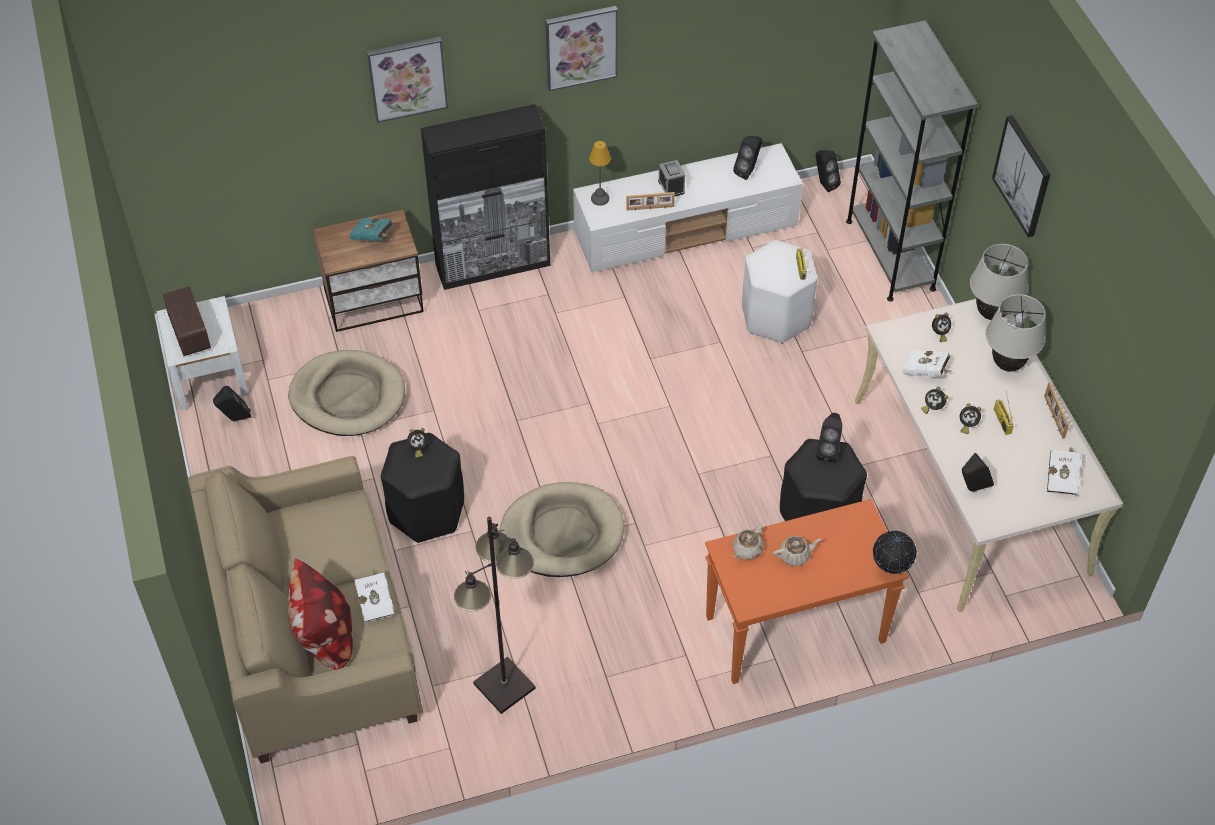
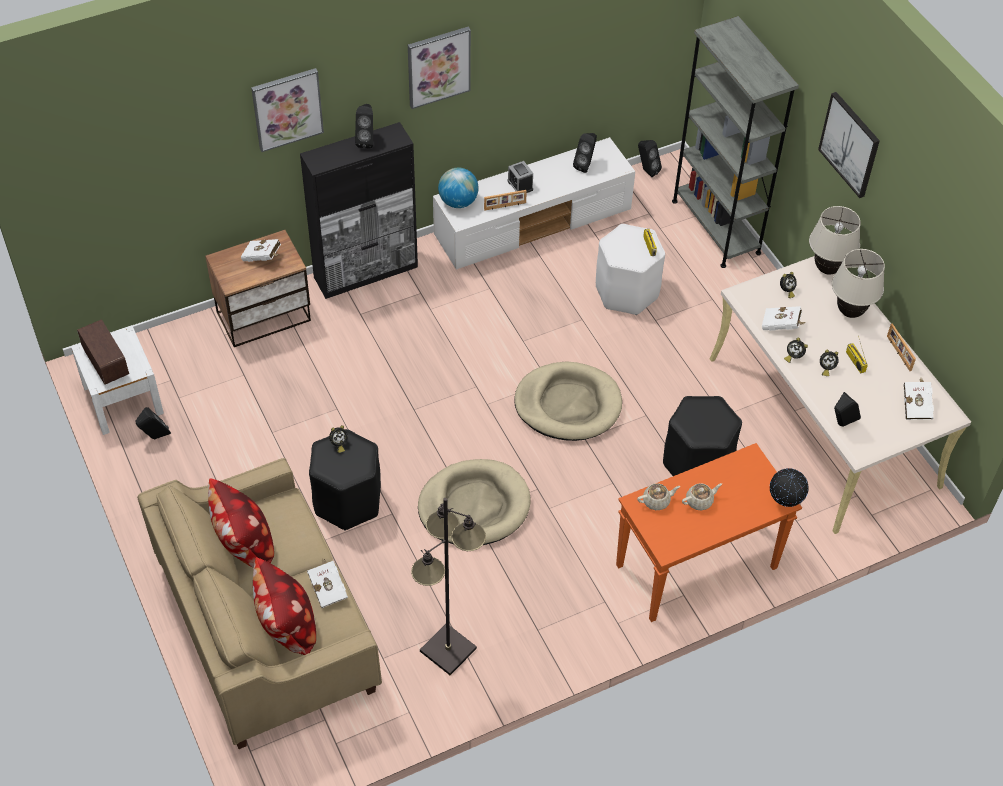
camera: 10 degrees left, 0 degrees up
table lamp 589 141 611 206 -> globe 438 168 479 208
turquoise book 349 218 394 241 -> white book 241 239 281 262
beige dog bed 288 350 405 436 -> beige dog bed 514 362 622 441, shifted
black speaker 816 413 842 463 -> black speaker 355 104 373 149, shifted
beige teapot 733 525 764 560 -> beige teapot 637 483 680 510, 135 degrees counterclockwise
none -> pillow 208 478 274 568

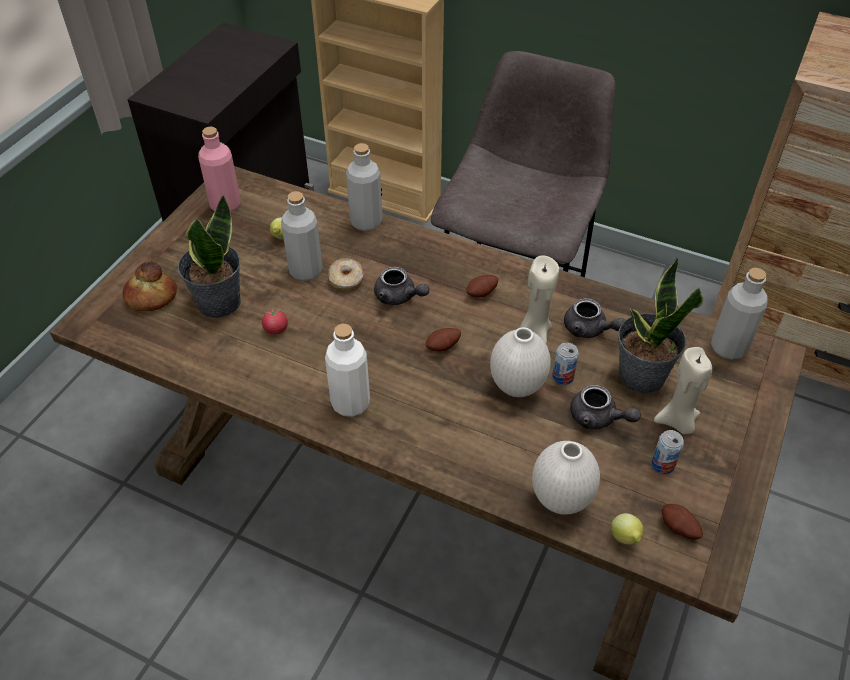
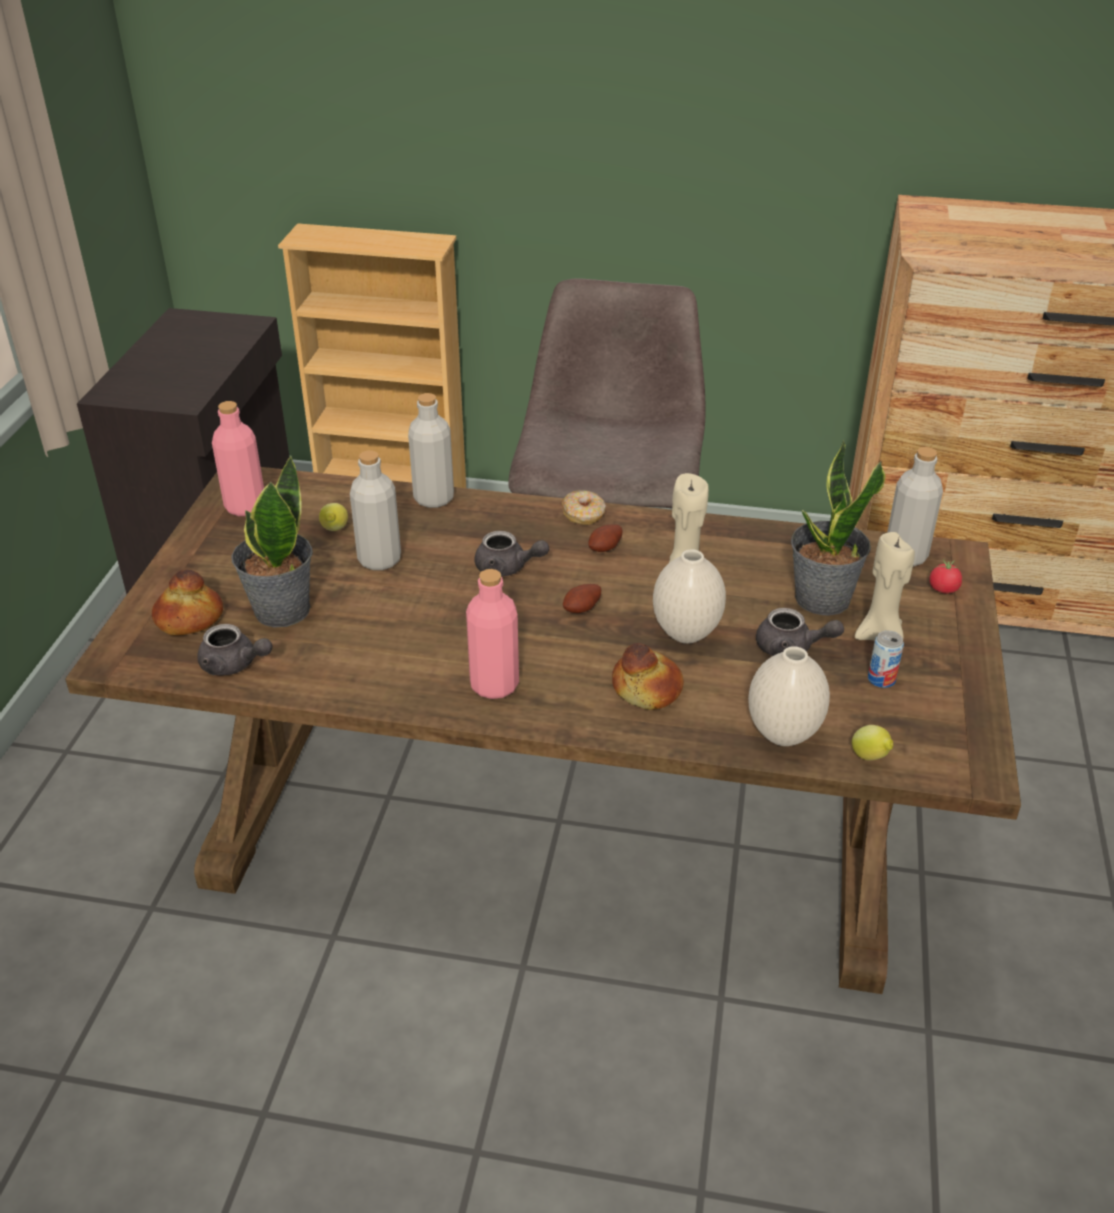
camera: 15 degrees left, 10 degrees down
donut 328 258 364 291 -> donut 562 490 606 525, shifted
grey teapot 564 298 625 338 -> grey teapot 197 624 273 675, shifted
tomato 262 308 288 334 -> tomato 929 559 962 594, shifted
white bottle 325 324 370 417 -> pink bottle 466 569 519 699
can 552 343 579 385 -> none
potato 662 504 703 540 -> none
none -> bread 612 643 684 710

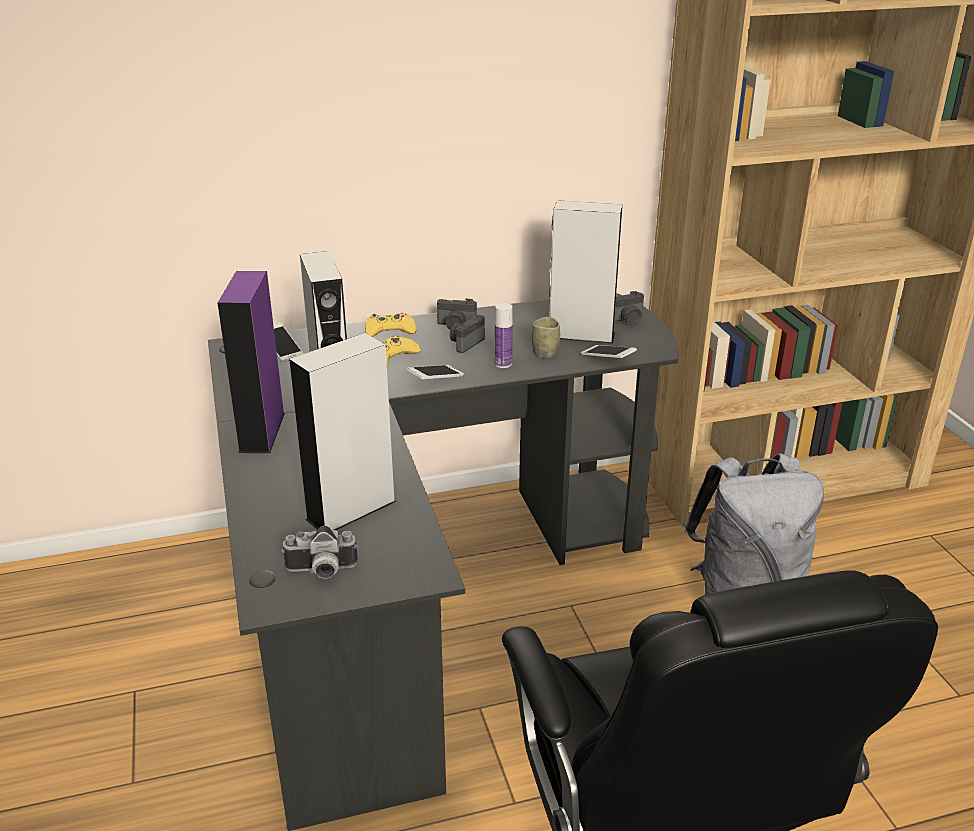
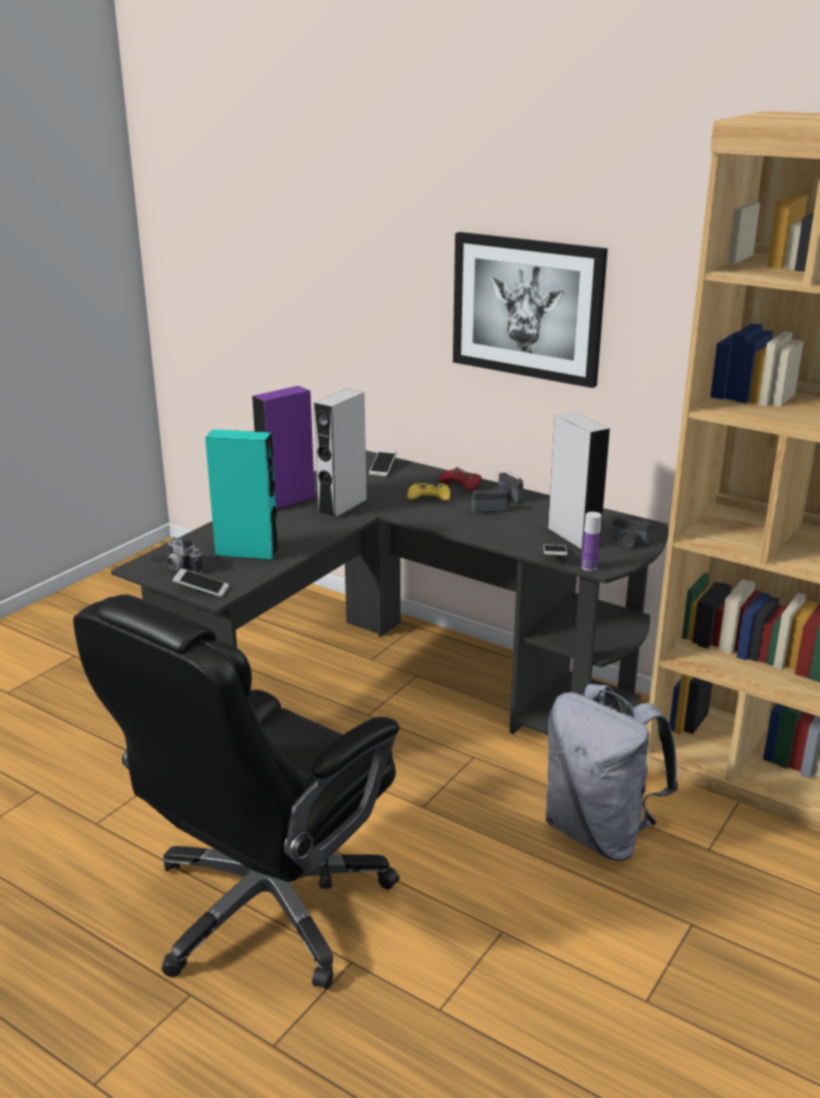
camera: 50 degrees right, 5 degrees down
bottle 495 303 513 368 -> bottle 581 512 601 571, shifted
yellow game controller 365 313 417 337 -> red game controller 438 467 482 491
cup 532 317 560 358 -> none
grey speaker 289 333 396 530 -> turquoise speaker 205 429 279 561
phone 407 365 464 379 -> phone 173 569 229 597, shifted
none -> picture 453 232 608 388

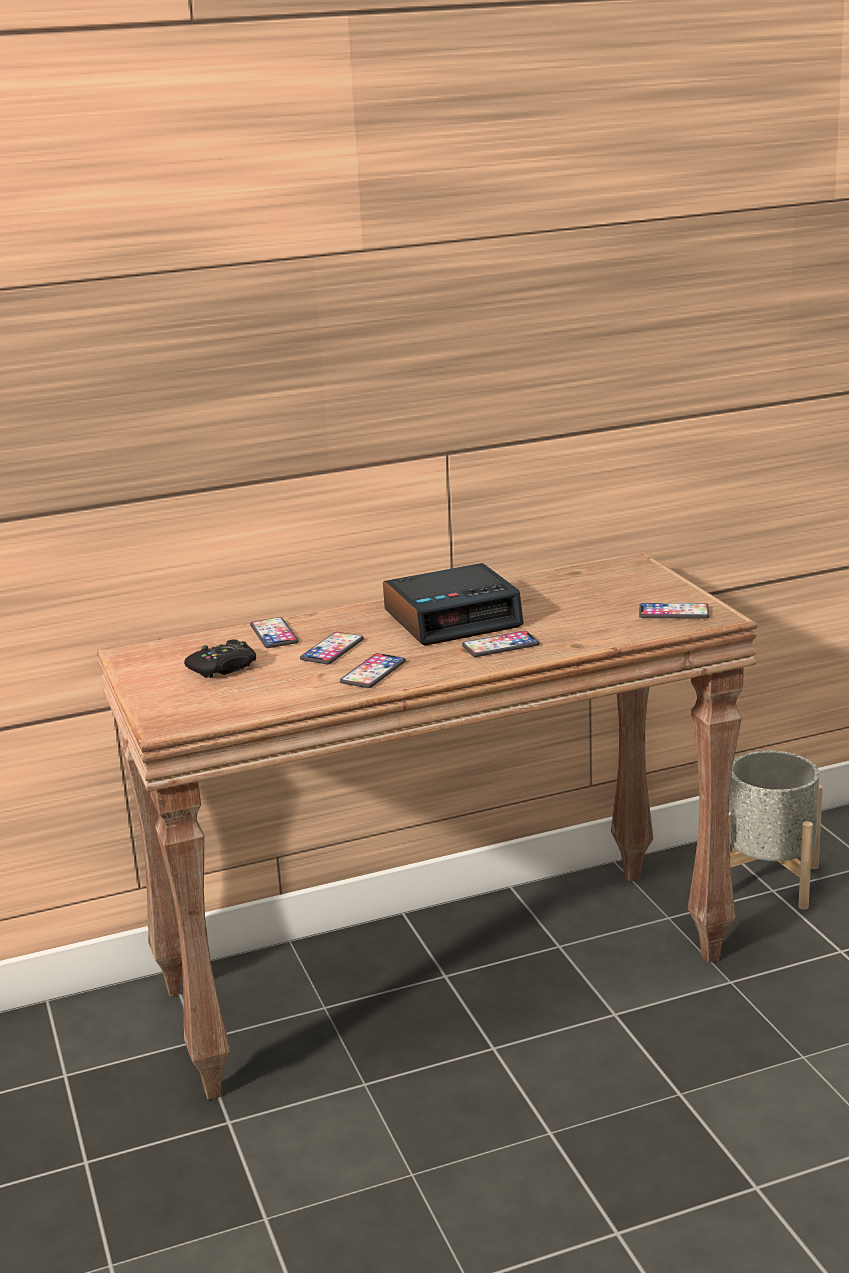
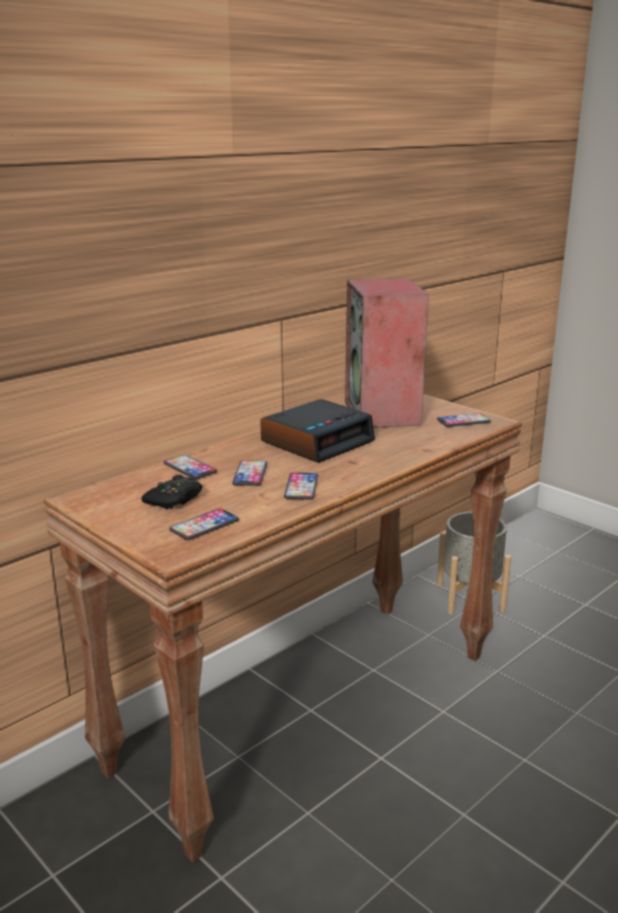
camera: 25 degrees left, 0 degrees up
phone 462 631 539 657 -> phone 169 508 239 540, shifted
none -> speaker 345 278 429 428

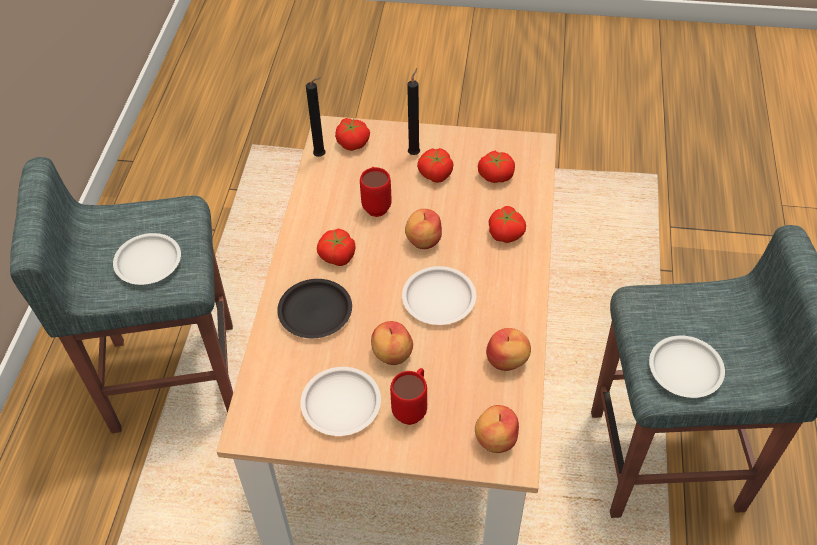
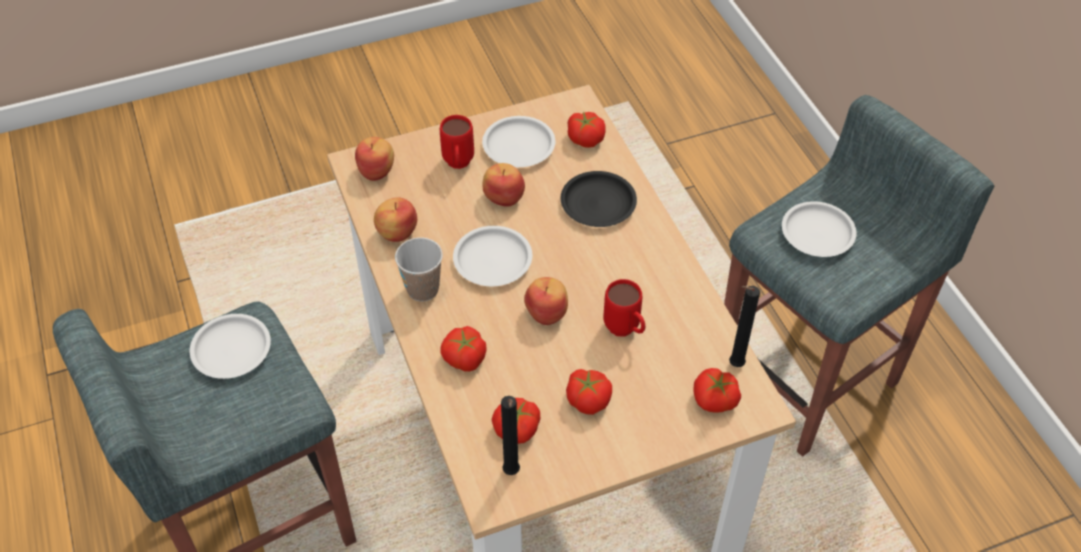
camera: 150 degrees right, 0 degrees up
black candle 407 68 420 155 -> black candle 501 396 520 475, shifted
tomato 317 229 355 266 -> tomato 567 111 606 148, shifted
none -> cup 395 237 443 302

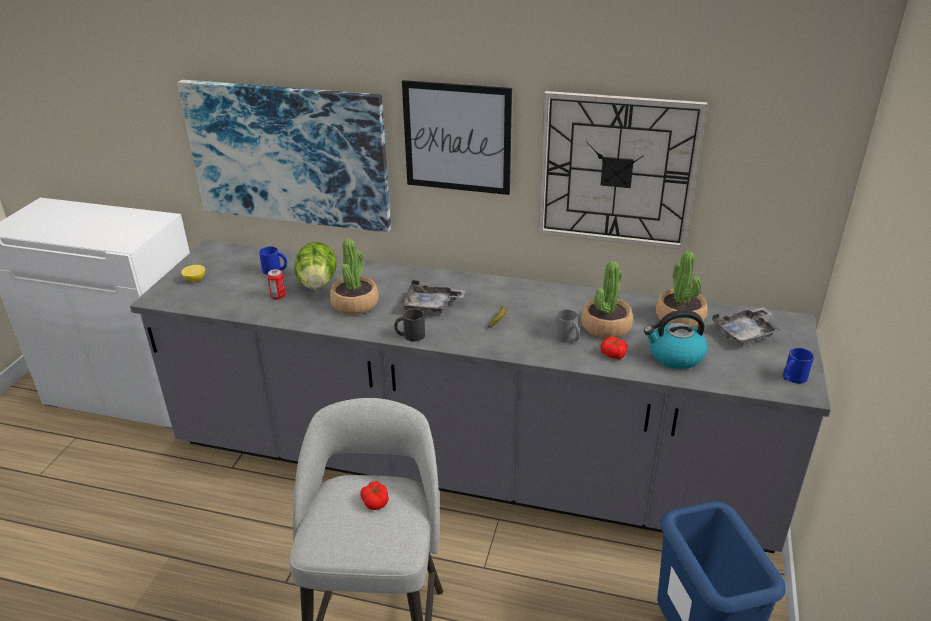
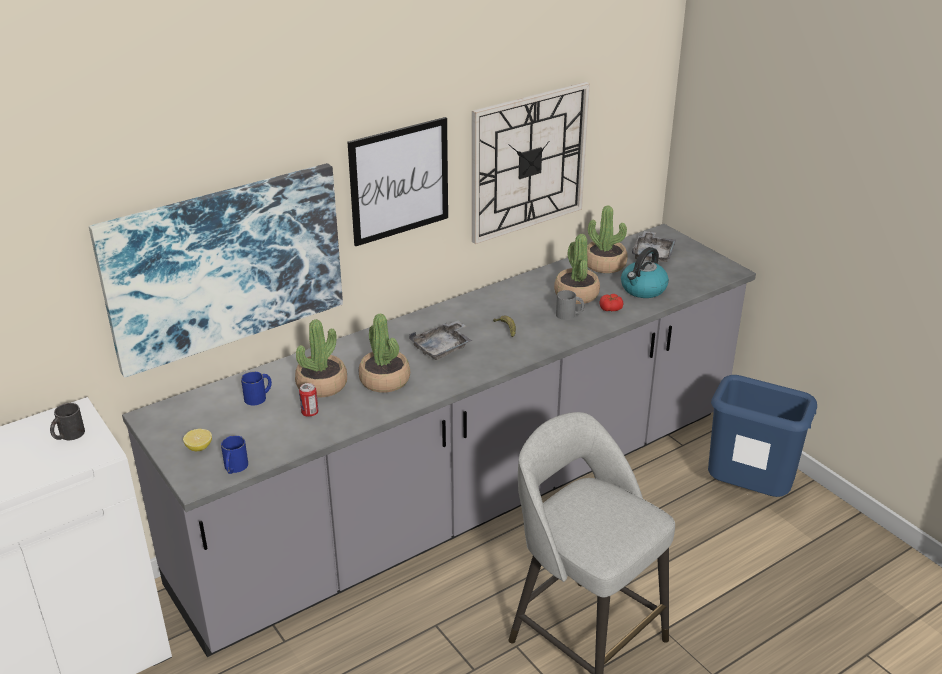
camera: 50 degrees left, 0 degrees up
lettuce 294 242 337 290 -> potted plant 295 319 347 397
black mug 394 309 425 342 -> black mug 50 403 85 440, shifted
blue mug 783 348 814 384 -> blue mug 221 435 248 474, shifted
tomato 360 481 389 510 -> none

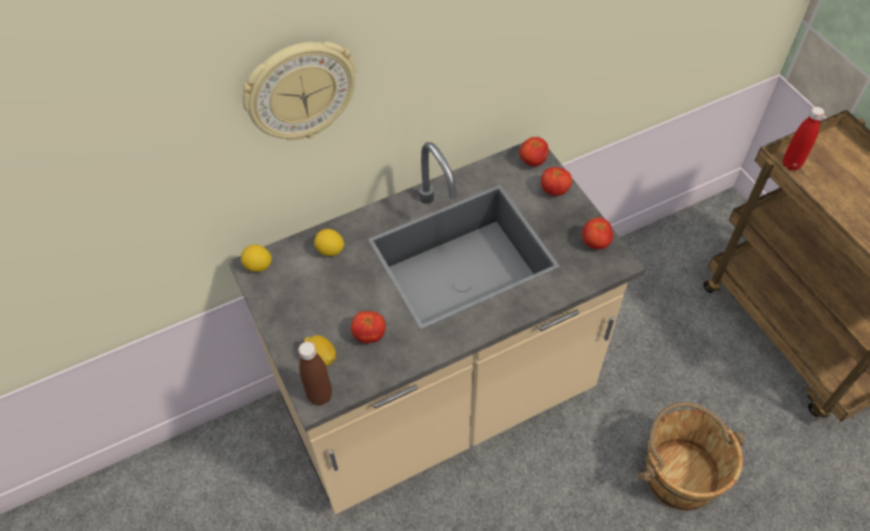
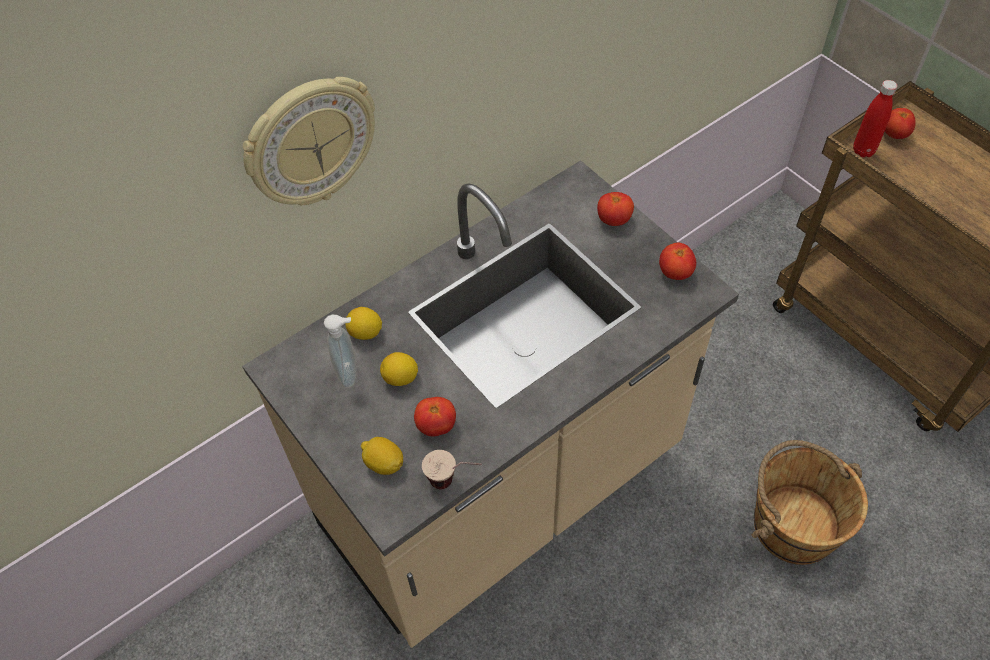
camera: 10 degrees left, 0 degrees up
tomato 519 137 549 166 -> tomato 885 108 916 139, shifted
lemon 241 245 272 272 -> lemon 380 352 418 386, shifted
brown bottle 298 342 332 406 -> none
none -> soap dispenser 324 315 356 388
none -> cup 422 450 482 489

